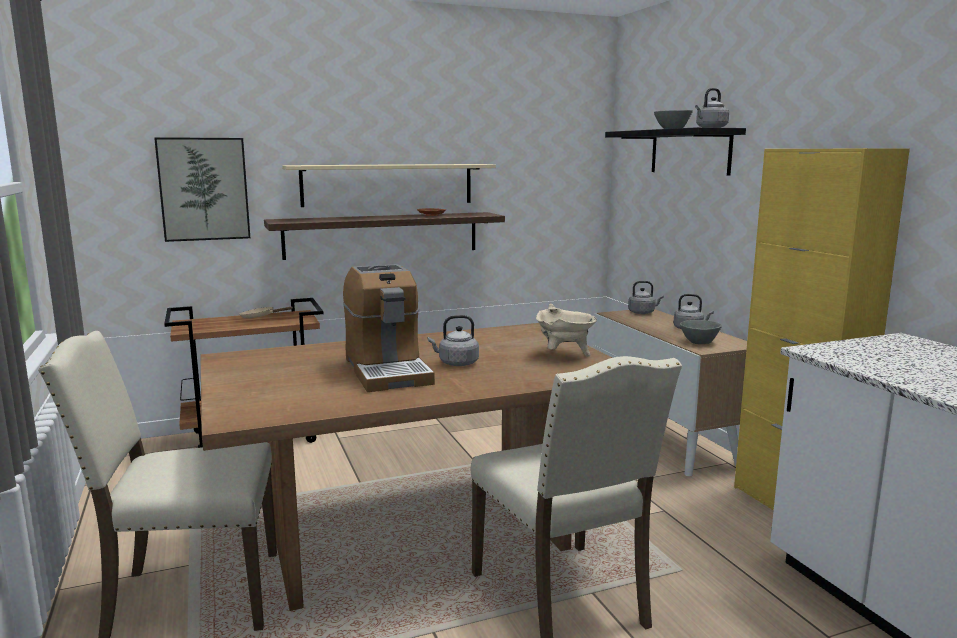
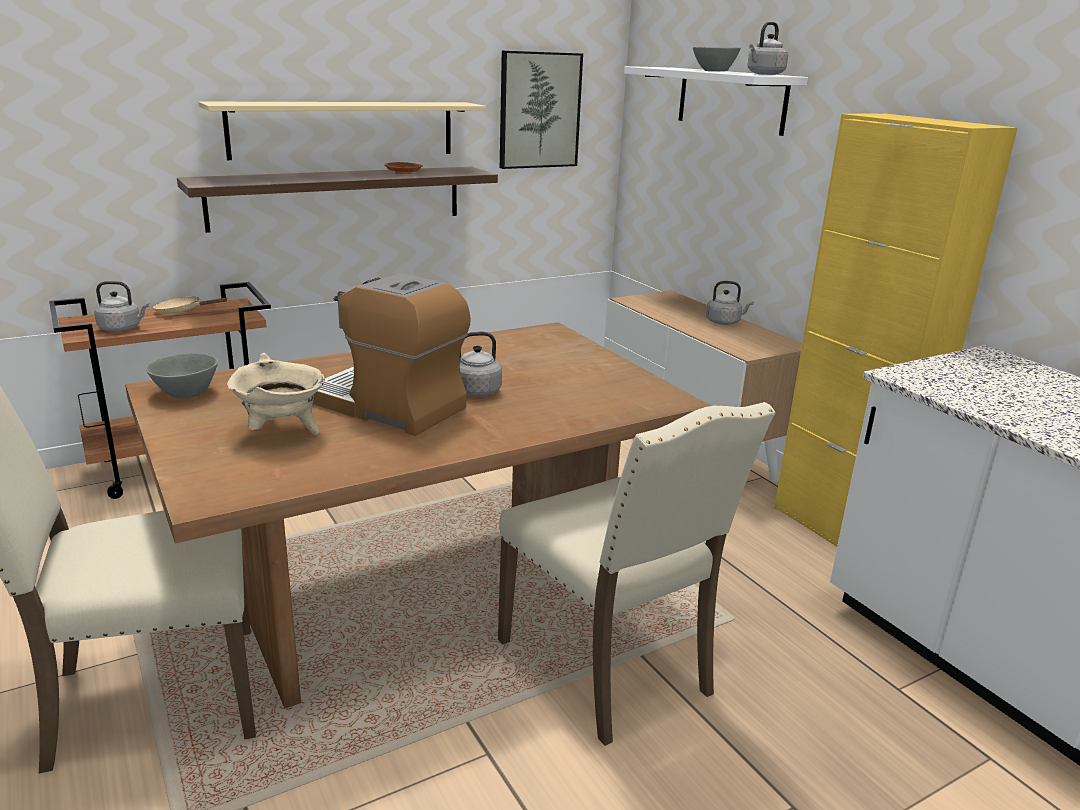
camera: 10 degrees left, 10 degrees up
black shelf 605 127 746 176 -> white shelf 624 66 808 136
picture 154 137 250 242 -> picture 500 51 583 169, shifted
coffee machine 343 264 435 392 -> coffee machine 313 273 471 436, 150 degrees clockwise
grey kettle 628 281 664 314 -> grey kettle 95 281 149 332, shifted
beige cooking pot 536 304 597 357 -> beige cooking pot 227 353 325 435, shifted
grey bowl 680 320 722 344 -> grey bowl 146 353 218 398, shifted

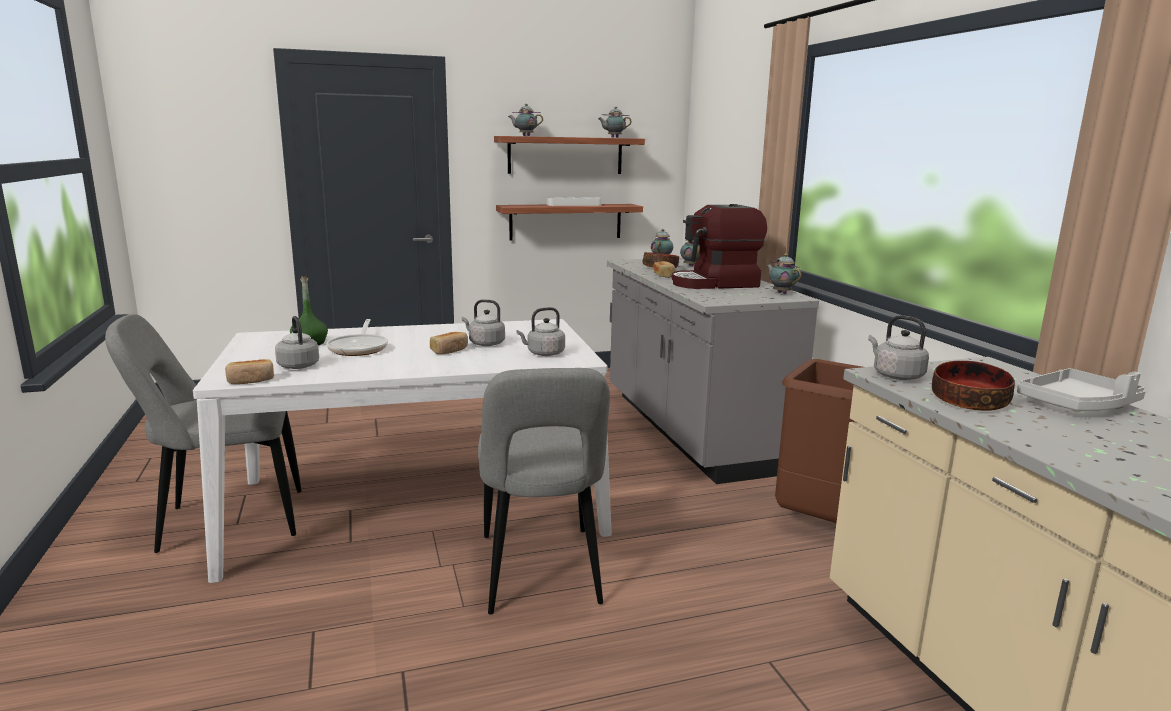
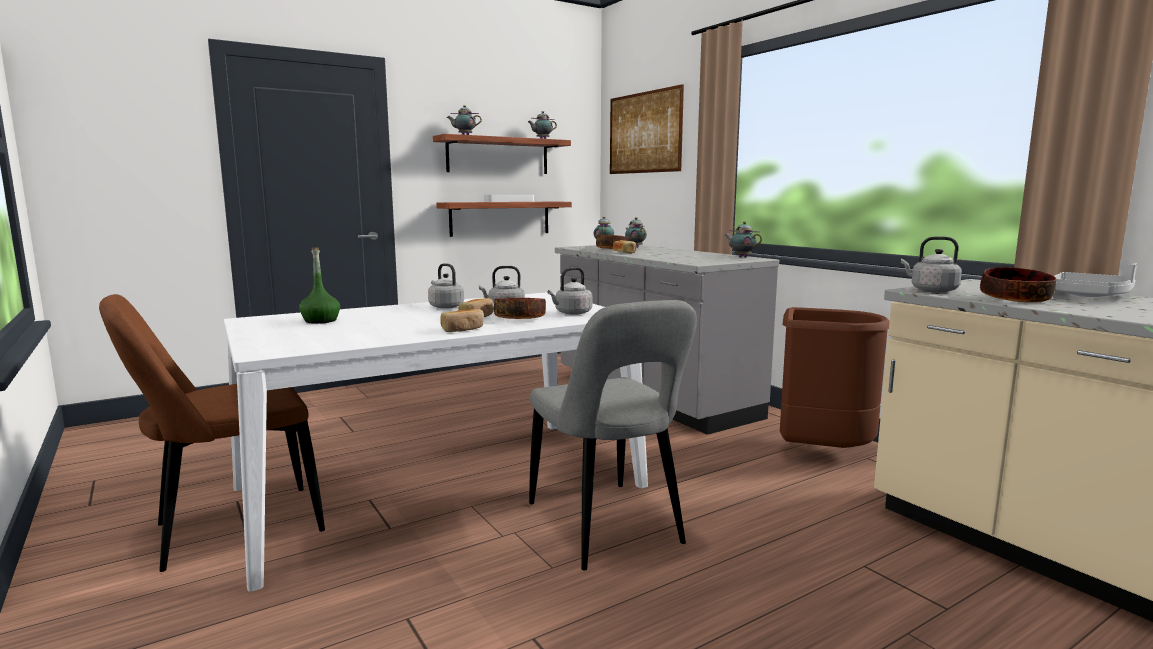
camera: 15 degrees left, 5 degrees down
coffee machine 672 204 767 289 -> none
grey chair 105 314 302 553 -> brown chair 99 294 325 572
grey kettle 275 316 319 369 -> grey kettle 428 263 464 309, shifted
frying pan 327 319 388 356 -> none
bread 225 359 274 384 -> bread 441 309 484 332, shifted
none -> picture 610 84 684 174
none -> bowl 494 298 546 319

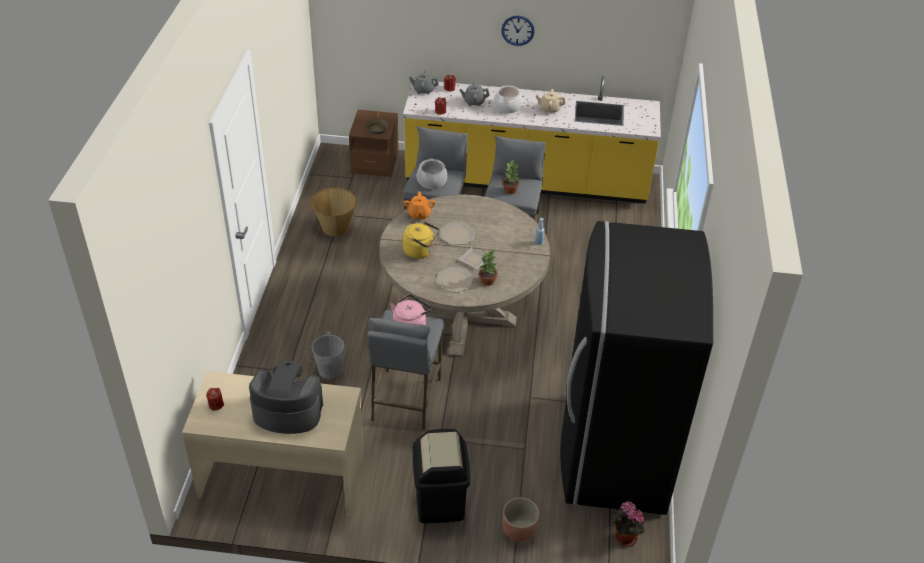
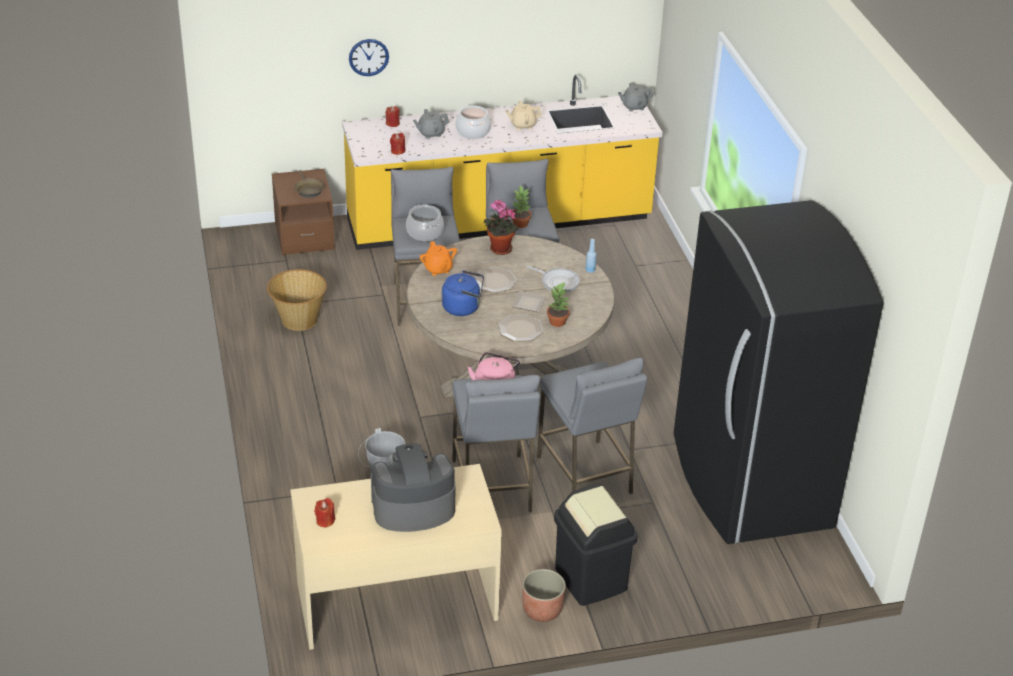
camera: 20 degrees left, 5 degrees down
wall clock 502 16 534 46 -> wall clock 349 39 389 76, shifted
grey teapot 409 70 439 95 -> grey teapot 618 83 653 111, shifted
yellow kettle 403 222 440 259 -> blue kettle 442 270 484 316
planter 503 497 539 542 -> planter 522 569 566 622, shifted
potted plant 612 501 644 547 -> potted plant 484 200 518 255, shifted
none -> frying pan 526 266 580 292
none -> grey stool 537 358 647 494

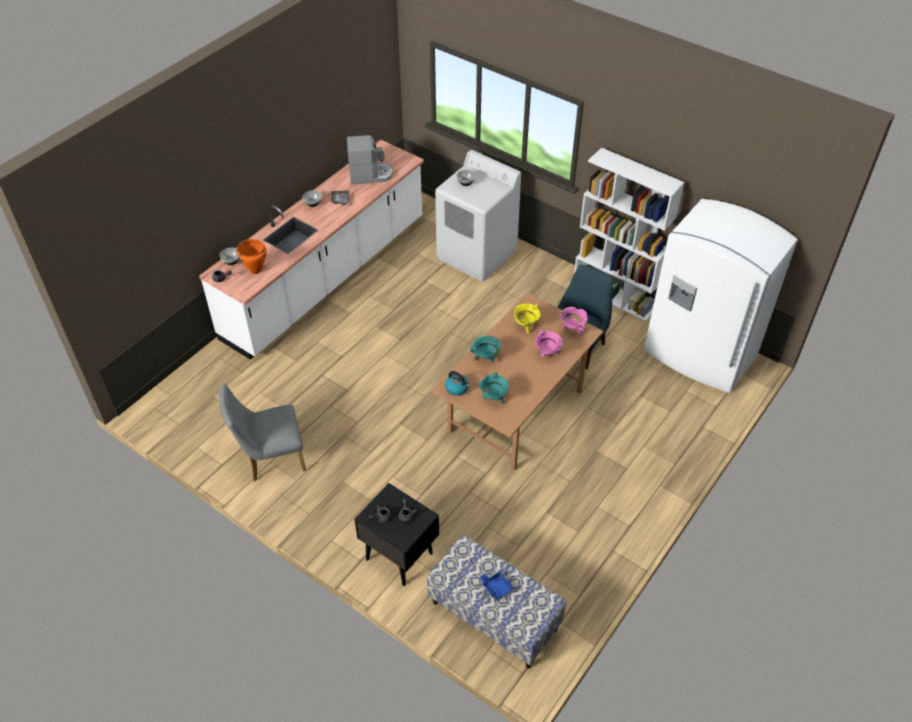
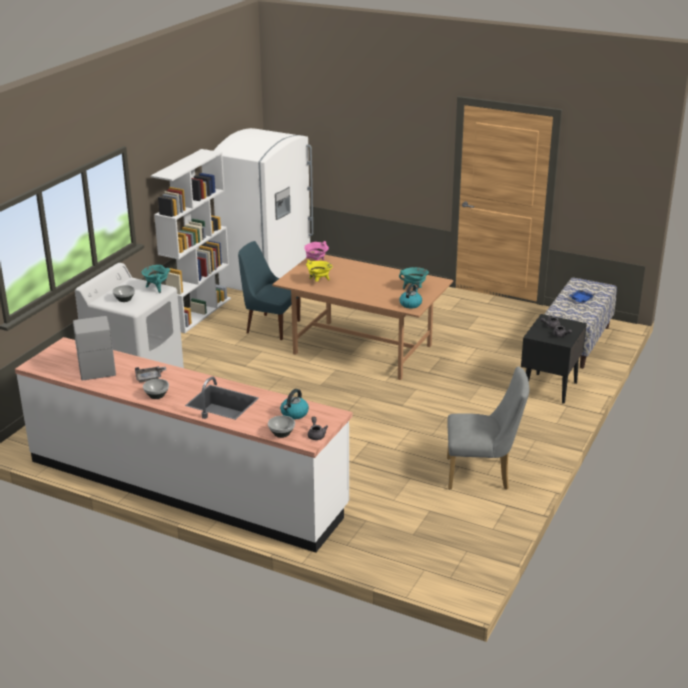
camera: 100 degrees left, 20 degrees down
orange cooking pot 237 239 267 274 -> kettle 280 389 309 420
pink cooking pot 536 330 563 357 -> none
turquoise cooking pot 470 336 502 362 -> turquoise cooking pot 141 265 170 293, shifted
grey chair 219 383 306 481 -> grey chair 447 366 529 490, 60 degrees counterclockwise

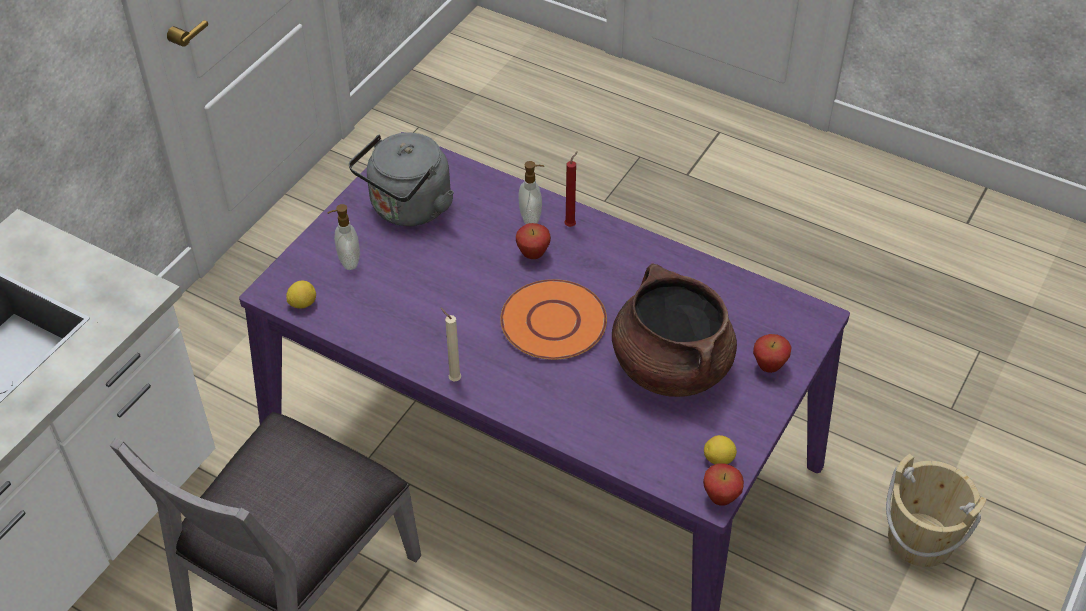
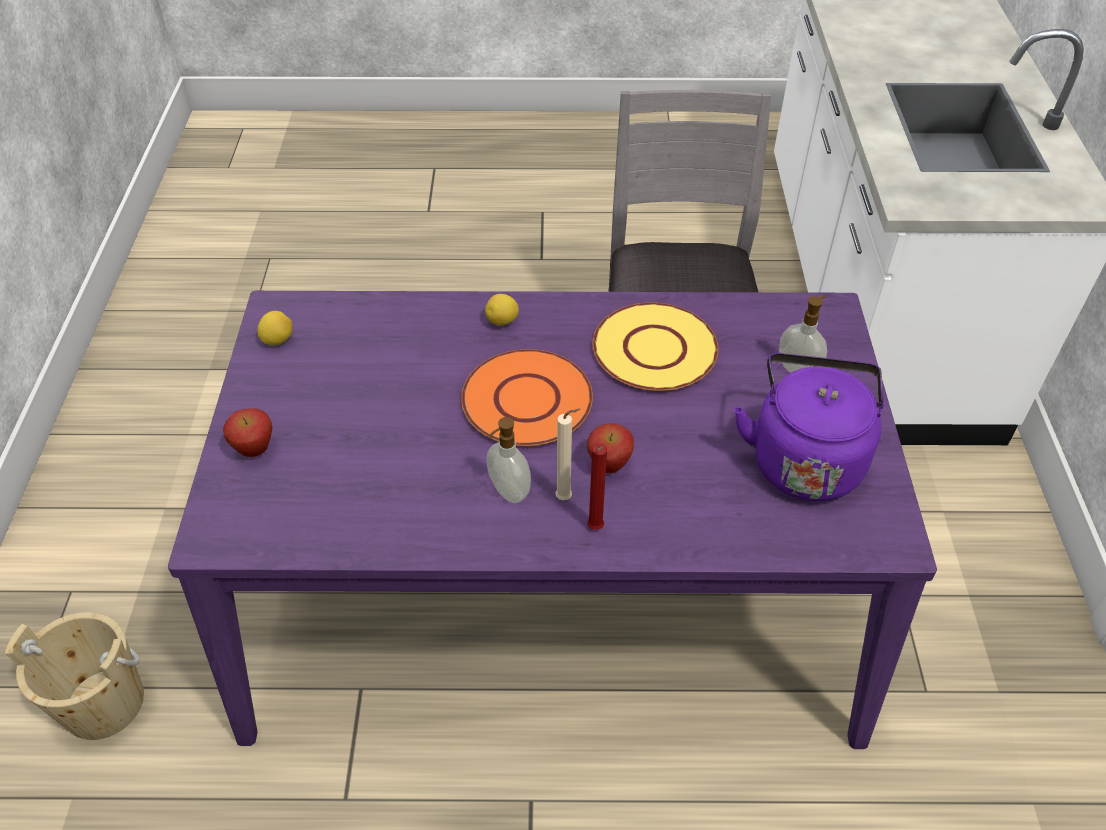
camera: 150 degrees right, 0 degrees up
grey kettle 349 132 454 226 -> purple kettle 734 353 884 501
soap dispenser 519 161 544 224 -> soap dispenser 487 417 531 503, shifted
brown cooking pot 612 263 737 397 -> none
lemon 286 280 316 309 -> lemon 485 294 519 325, shifted
beige candle 441 308 461 381 -> beige candle 556 409 580 500, shifted
apple 703 463 744 506 -> none
none -> yellow plate 593 303 718 391

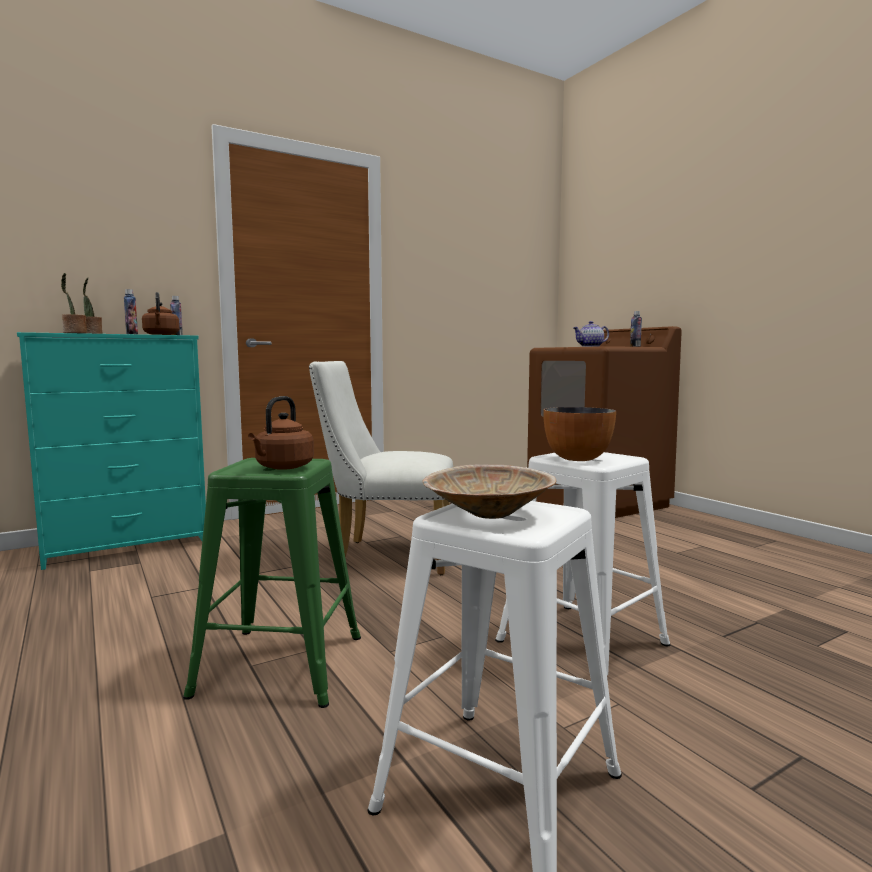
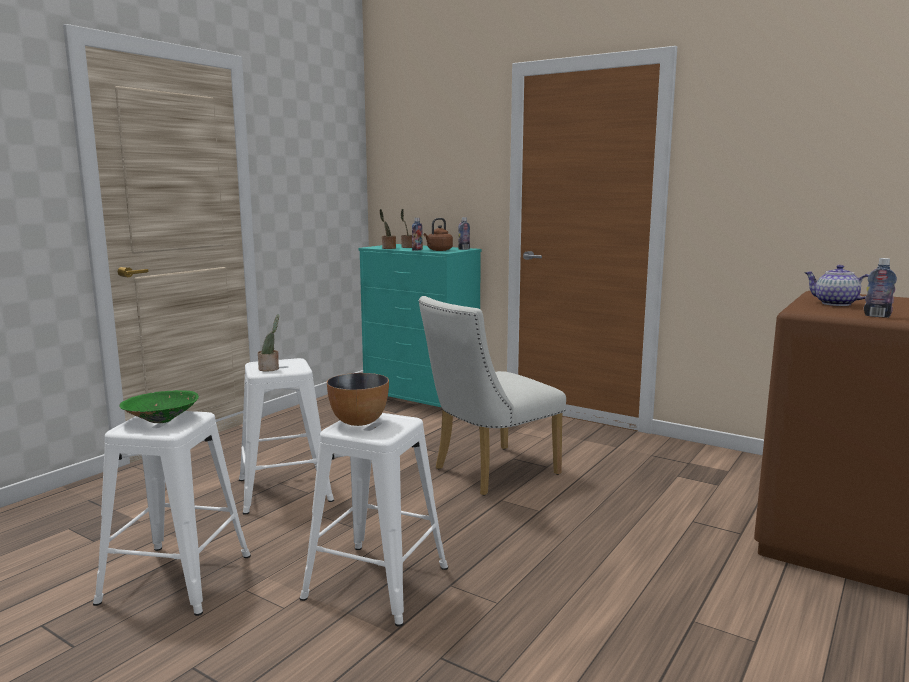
camera: 65 degrees right, 5 degrees up
white chair 309 361 453 575 -> white chair 419 296 566 496, 105 degrees counterclockwise
brown kettle 248 396 314 470 -> potted plant 258 314 279 372
green stool 183 458 361 708 -> white stool 239 358 334 515
beige bowl 422 464 556 519 -> green bowl 119 390 199 423

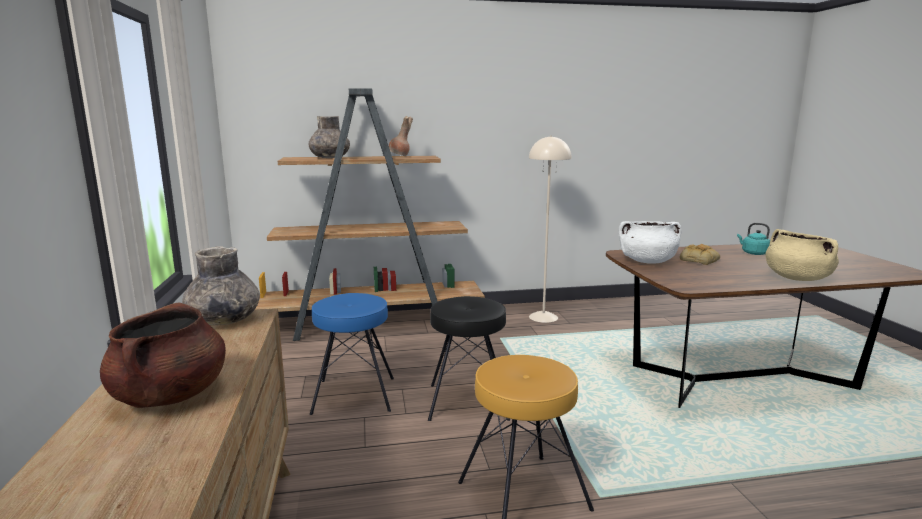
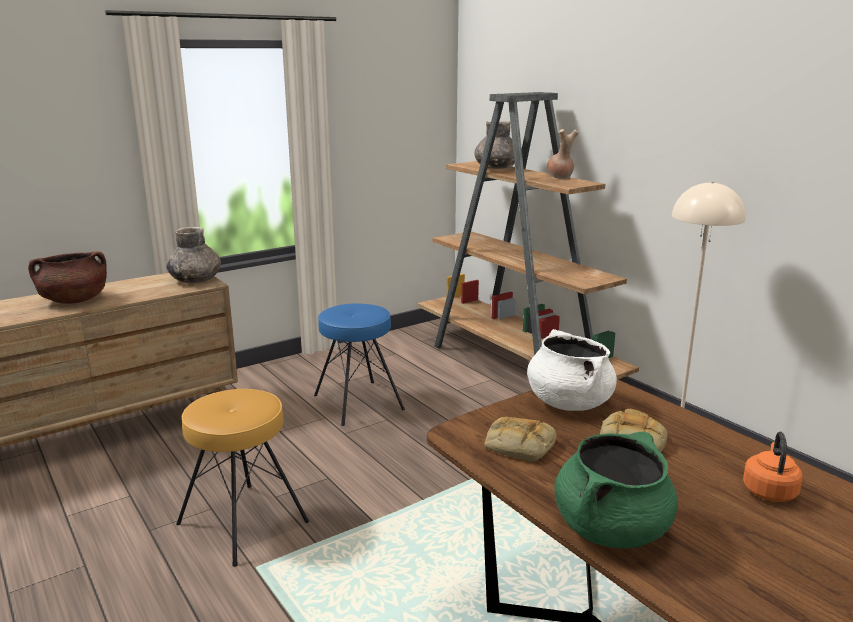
camera: 65 degrees right, 5 degrees up
turquoise kettle 737 223 770 255 -> orange kettle 743 432 802 502
beige cooking pot 765 229 839 281 -> green cooking pot 554 432 678 548
black stool 428 296 510 421 -> none
none -> bread 485 417 557 462

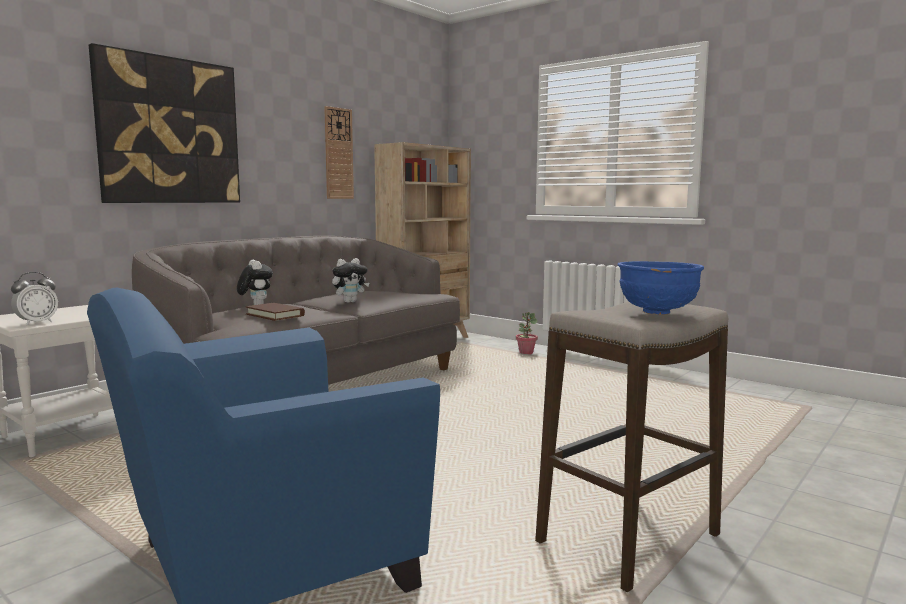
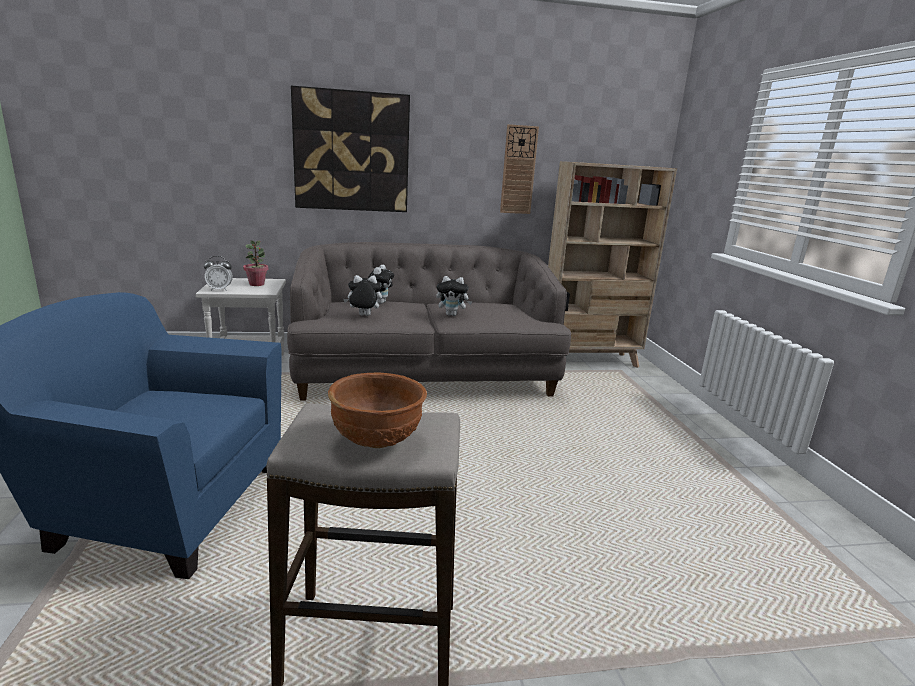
camera: 40 degrees right, 10 degrees up
blue bowl 618 261 704 314 -> brown bowl 328 373 427 448
brown book 246 303 305 321 -> plush toy 343 275 382 316
potted plant 516 312 538 355 -> potted plant 243 240 268 286, shifted

